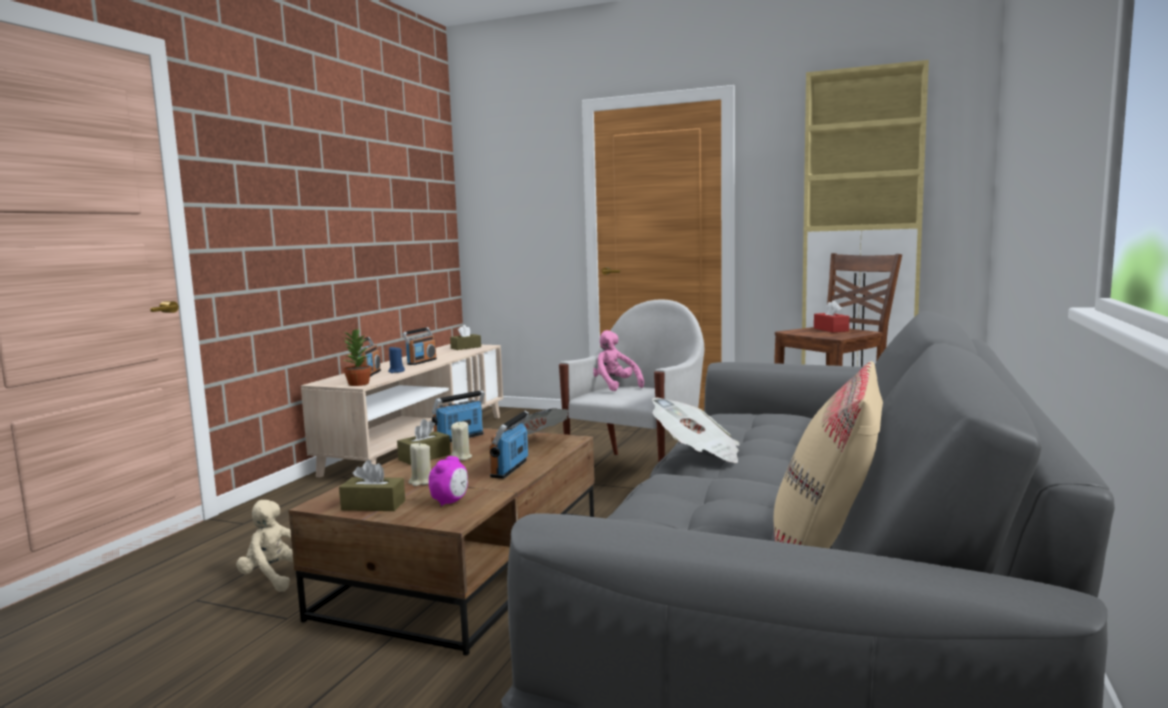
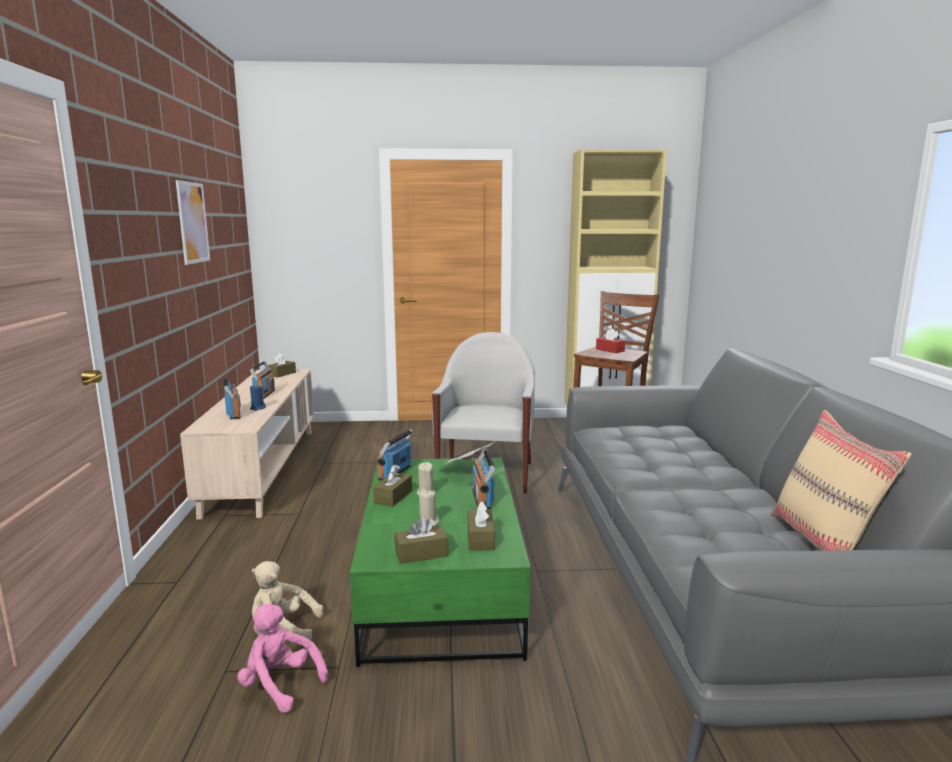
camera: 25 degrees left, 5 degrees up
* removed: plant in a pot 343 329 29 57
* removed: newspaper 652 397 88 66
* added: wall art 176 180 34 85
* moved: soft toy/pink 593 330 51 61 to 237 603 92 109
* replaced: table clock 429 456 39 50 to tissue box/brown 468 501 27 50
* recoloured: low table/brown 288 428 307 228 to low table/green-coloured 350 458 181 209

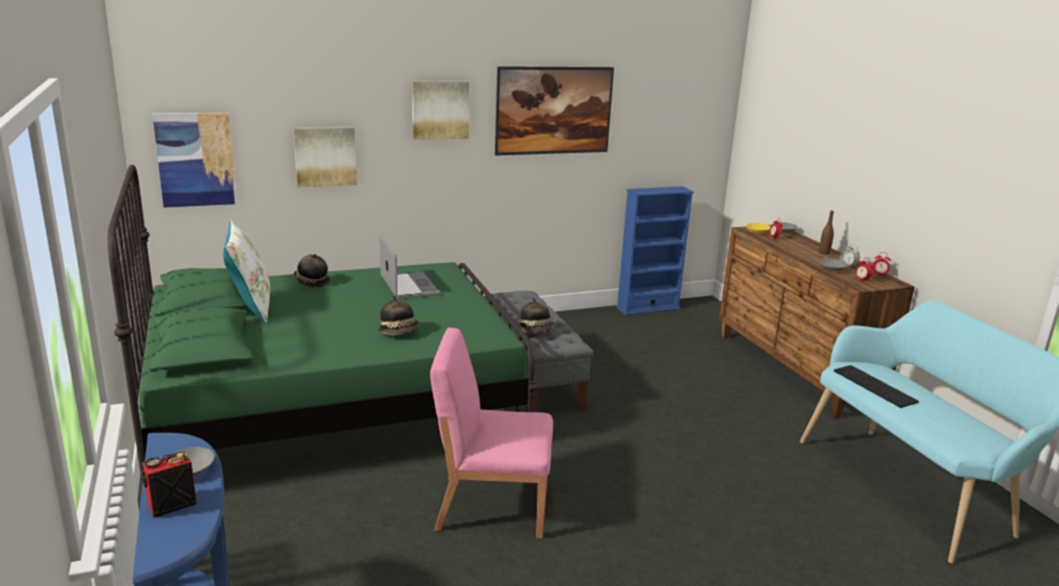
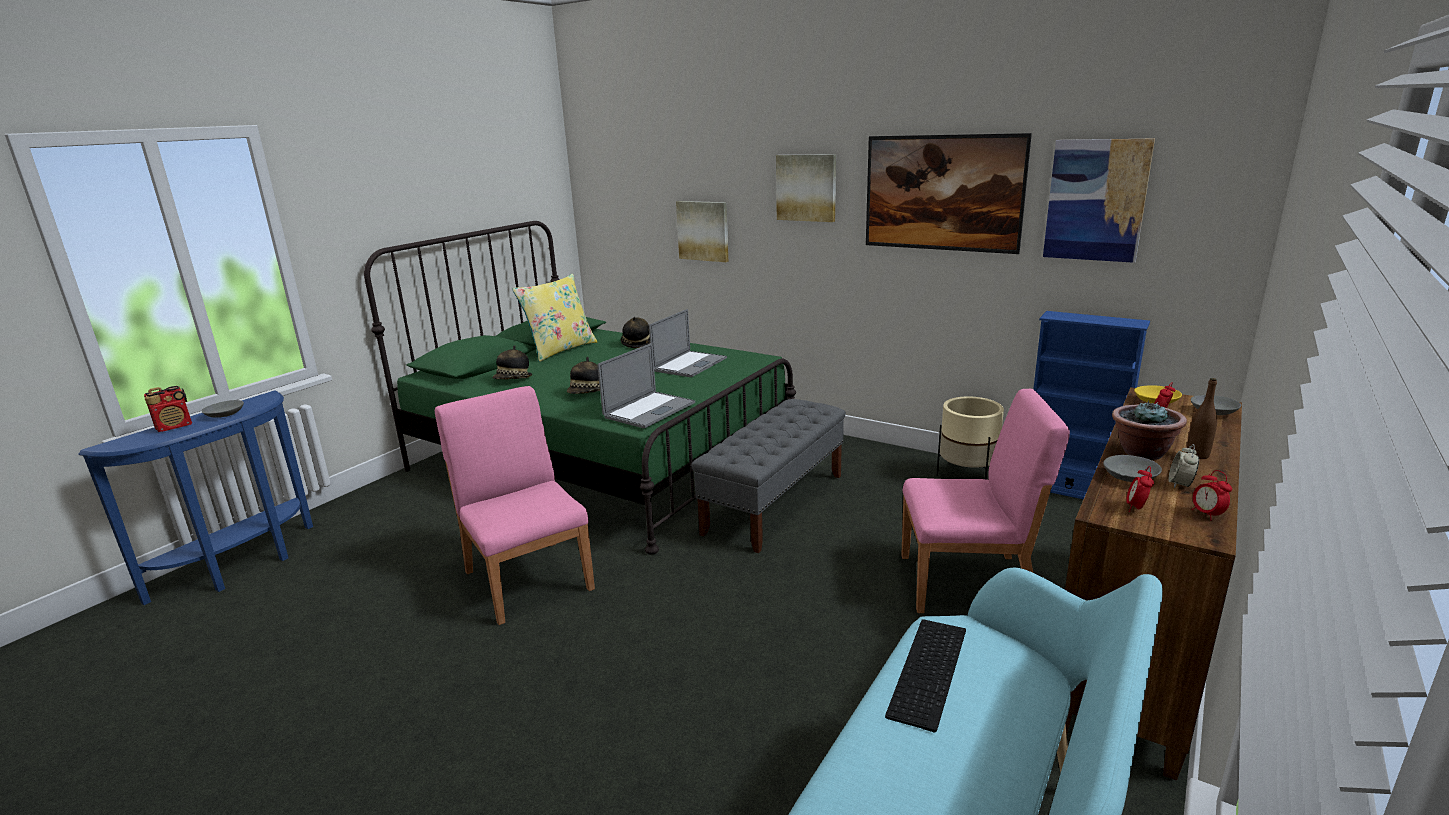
camera: 55 degrees right, 0 degrees up
* added: laptop 598 343 97 85
* added: upright chair/pink 901 388 169 225
* added: flower pot/beige 937 396 67 83
* added: plant in a pot 1112 400 75 60
* moved: wall art 152 113 85 95 to 1043 138 112 125
* moved: clothing hat 519 298 35 35 to 493 345 39 34
* recoloured: pillow/white-coloured 223 221 47 103 to pillow/yellow 512 274 85 88
* turned: radio 141 452 56 66 = 144 386 48 46 120 degrees clockwise

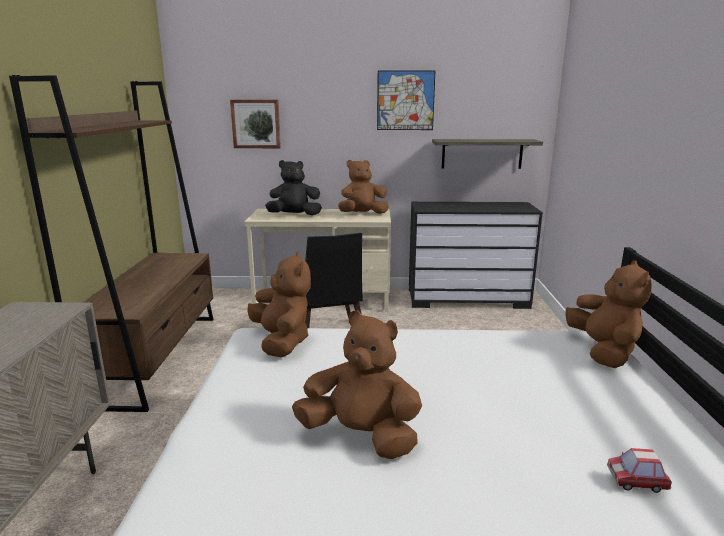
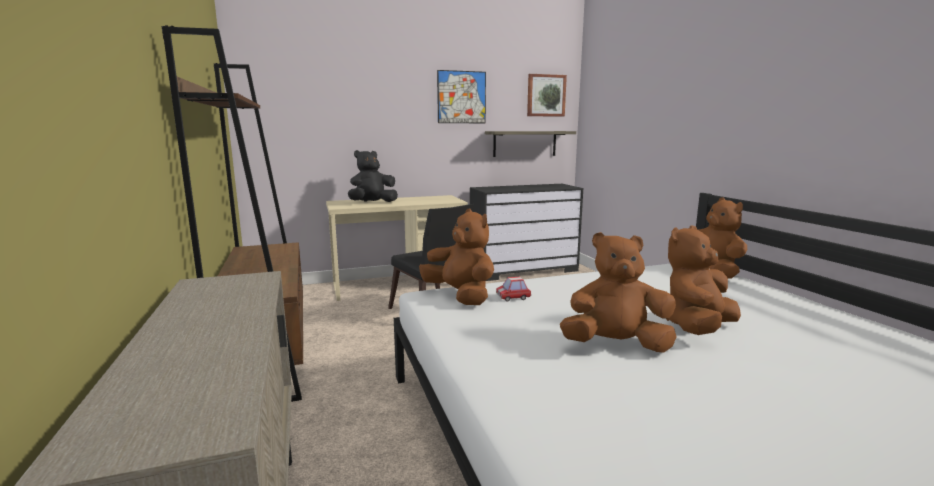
camera: 20 degrees left, 5 degrees down
* moved: wall art 230 100 51 48 to 527 74 40 43
* moved: soft toy/brown 338 160 51 54 to 665 225 76 110
* moved: miniature car 607 448 65 45 to 496 277 35 25

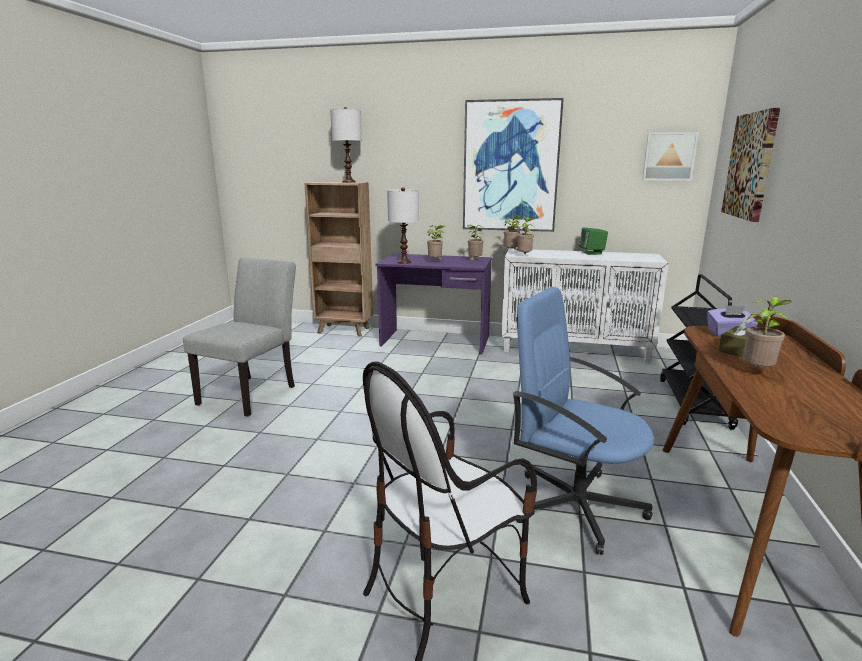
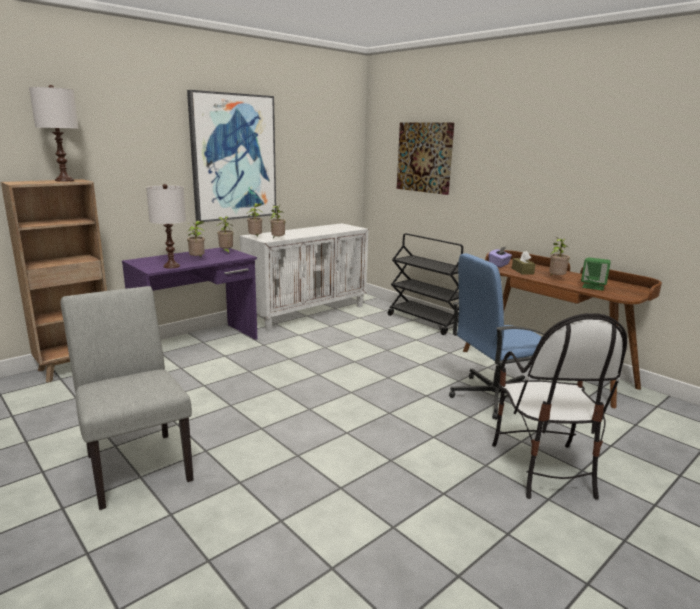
camera: 55 degrees left, 0 degrees up
* removed: wall art 642 132 57 49
* moved: audio speaker/green-coloured 579 227 29 28 to 581 257 30 34

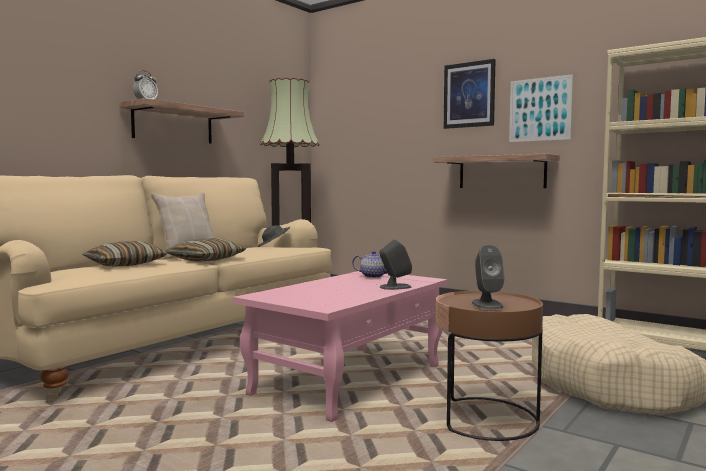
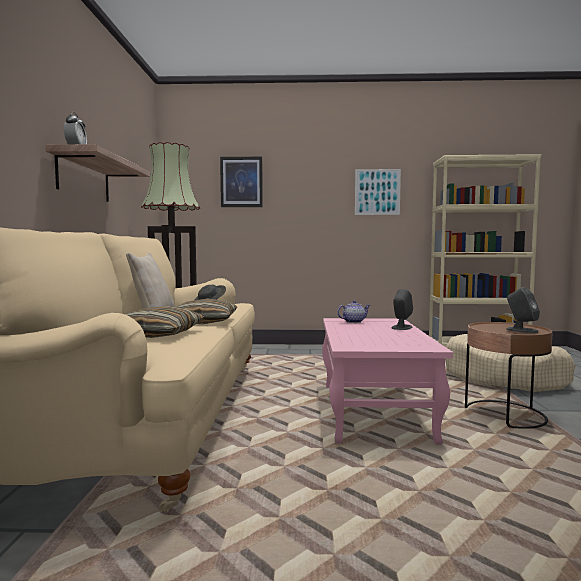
camera: 35 degrees left, 0 degrees up
* removed: shelf 433 154 127 34
* moved: wall art 444 59 52 70 to 220 157 43 50

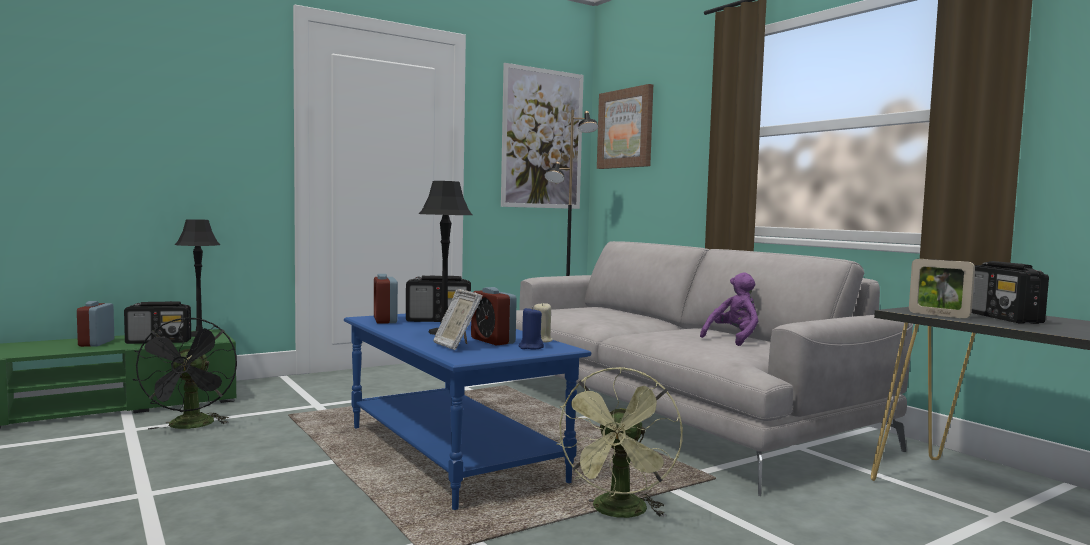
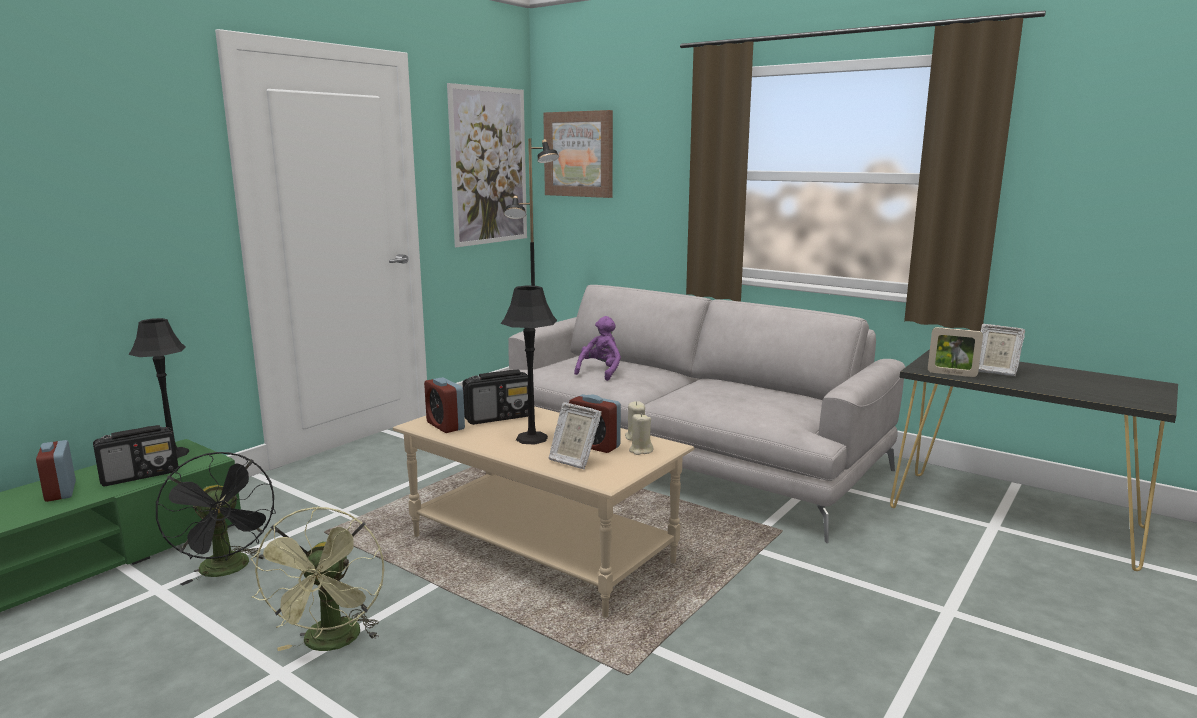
camera: 20 degrees left, 10 degrees up
* moved: cooling fan/green-coloured 556 367 127 151 to 250 506 134 145
* moved: soft toy/purple-coloured 700 272 58 74 to 574 316 47 65
* replaced: radio 972 261 77 63 to picture frame 978 324 47 52
* recoloured: low table/bluish 344 314 247 196 to low table/beige 393 406 301 212
* recoloured: wax candle/bluish 519 307 25 42 to wax candle/beige 629 413 24 42

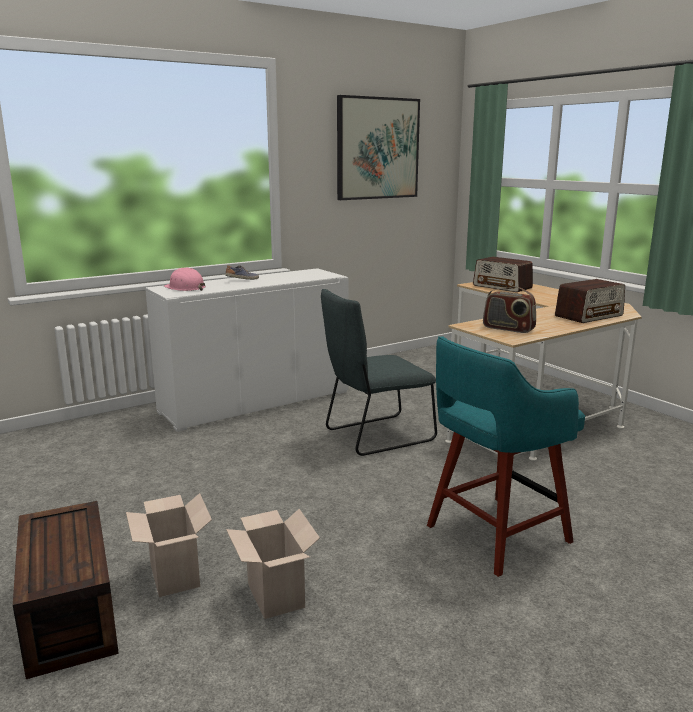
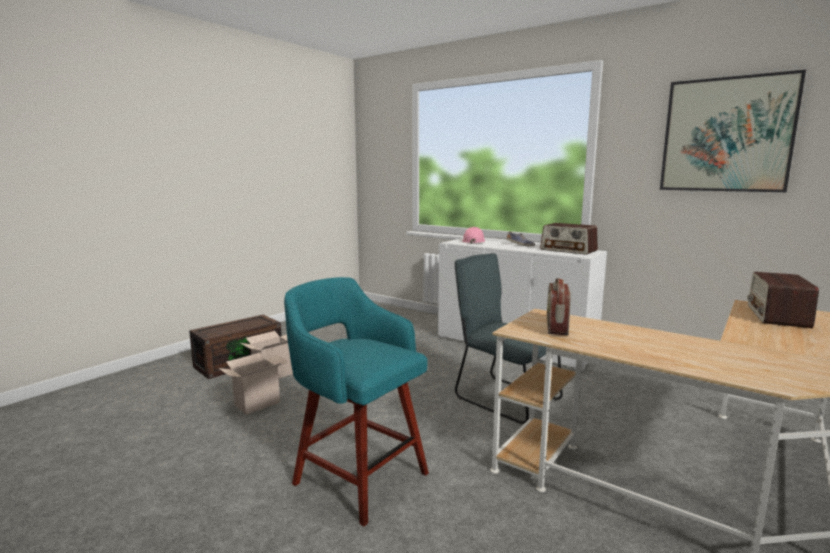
camera: 70 degrees right, 5 degrees down
* moved: radio 555 279 70 44 to 540 223 58 32

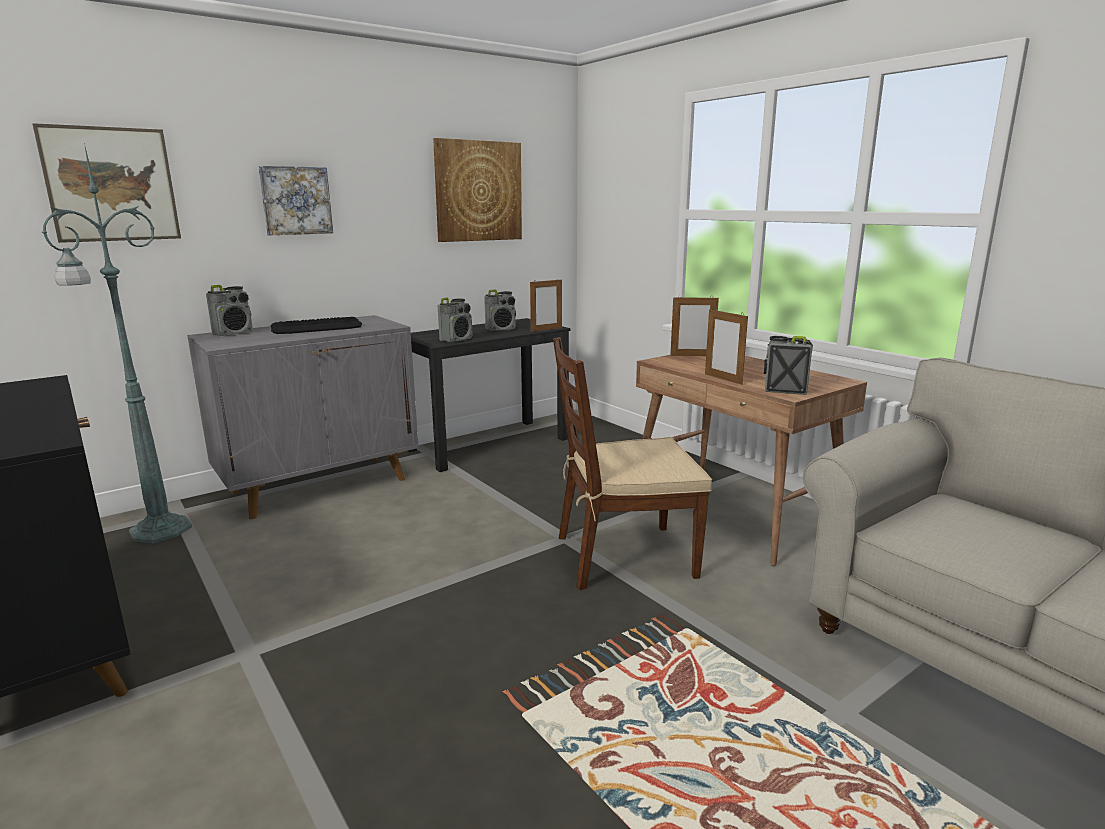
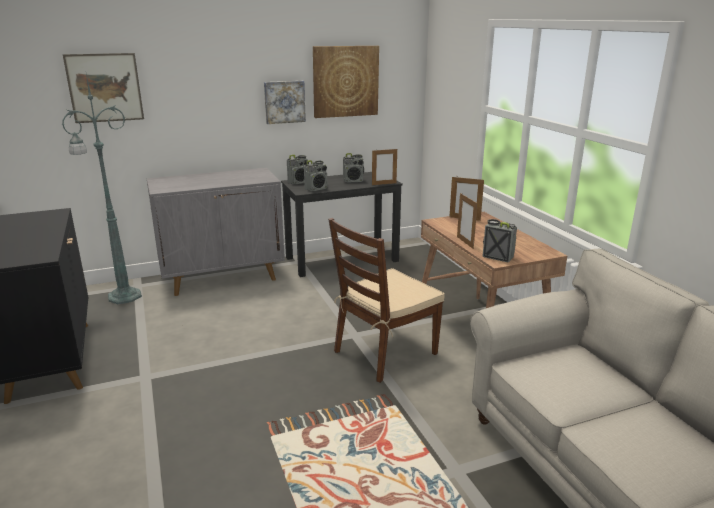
camera: 15 degrees right, 5 degrees up
* removed: PC keyboard 271 317 91 17
* moved: radio 206 285 47 51 to 287 155 22 29
* moved: wall art 258 166 75 69 to 264 81 42 43
* turned: upright chair/brown 553 337 159 253 = 328 218 117 165 45 degrees counterclockwise

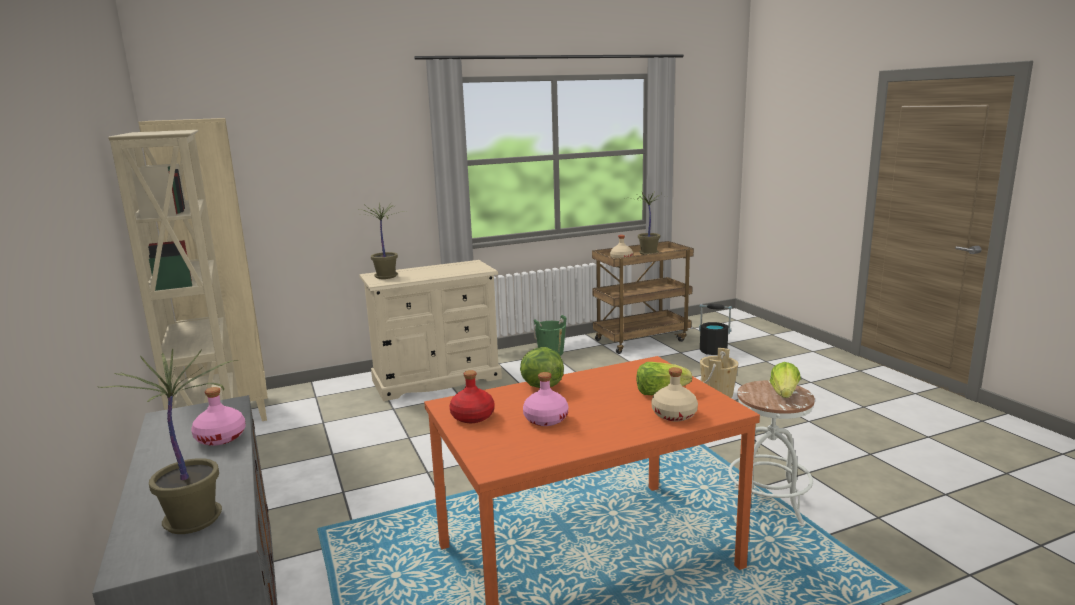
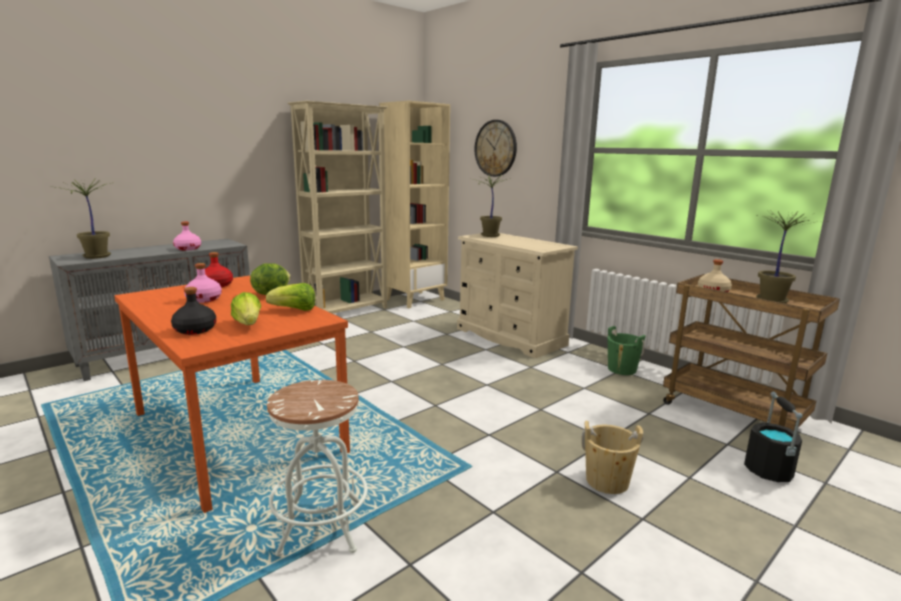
camera: 70 degrees right, 0 degrees up
* added: hanging clock 475 120 42 57
* moved: lettuce 770 362 31 36 to 266 283 49 28
* recoloured: drink bottle/beige 651 367 47 54 to drink bottle/blackish 171 287 45 48

